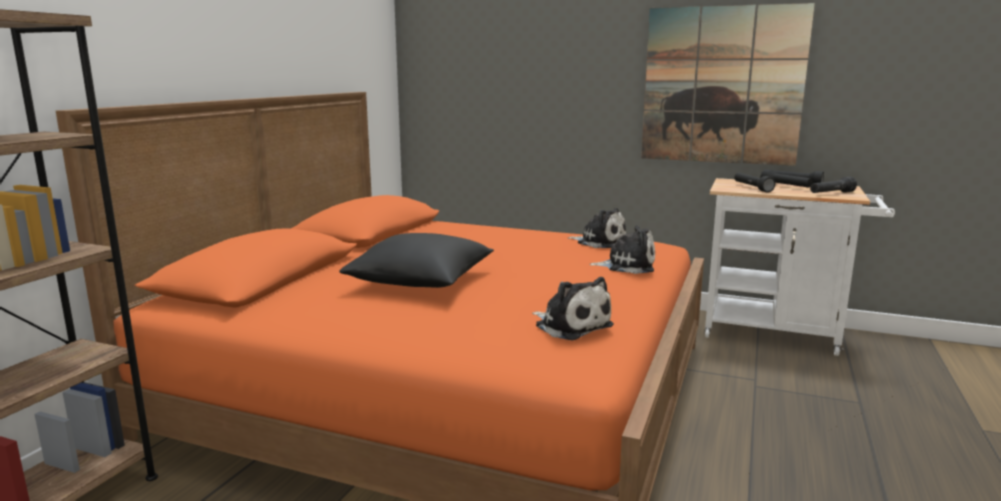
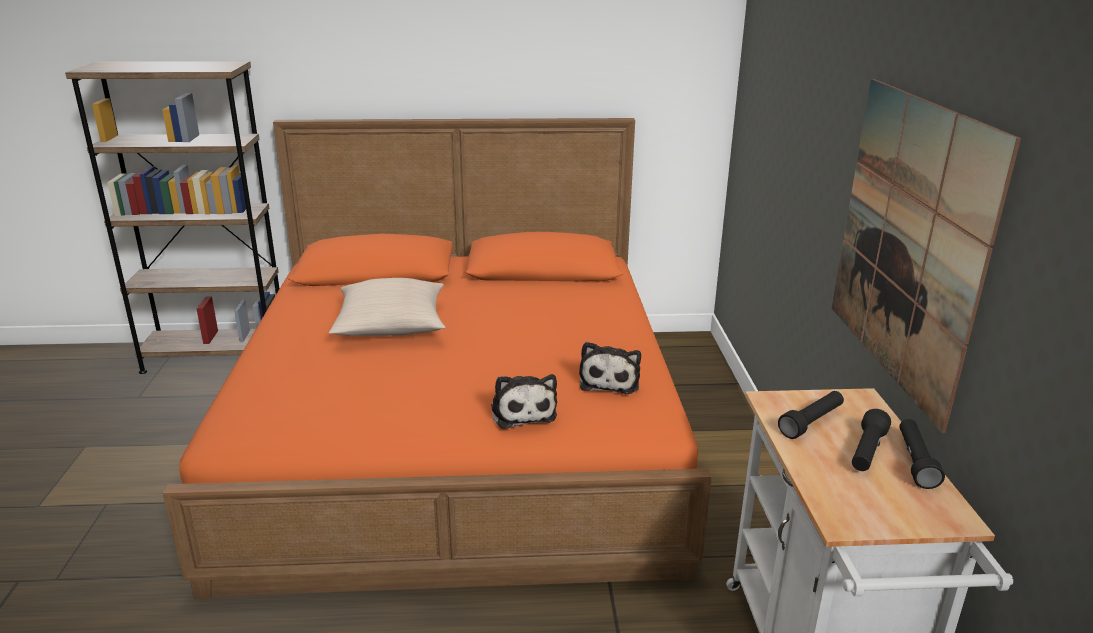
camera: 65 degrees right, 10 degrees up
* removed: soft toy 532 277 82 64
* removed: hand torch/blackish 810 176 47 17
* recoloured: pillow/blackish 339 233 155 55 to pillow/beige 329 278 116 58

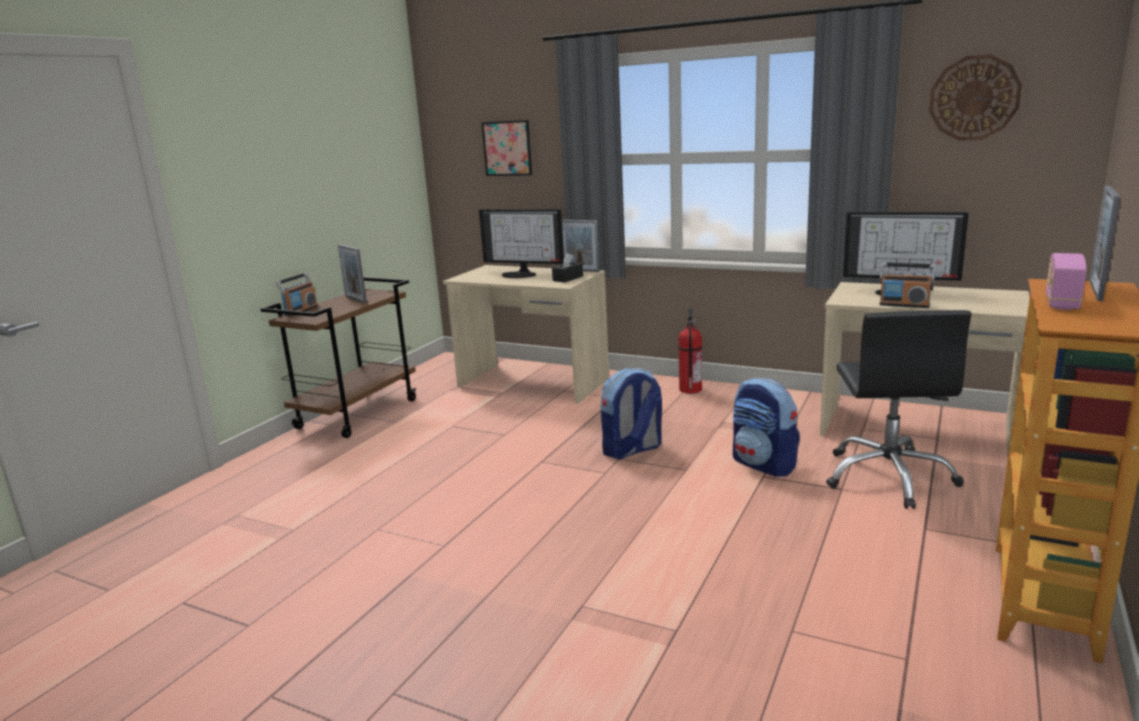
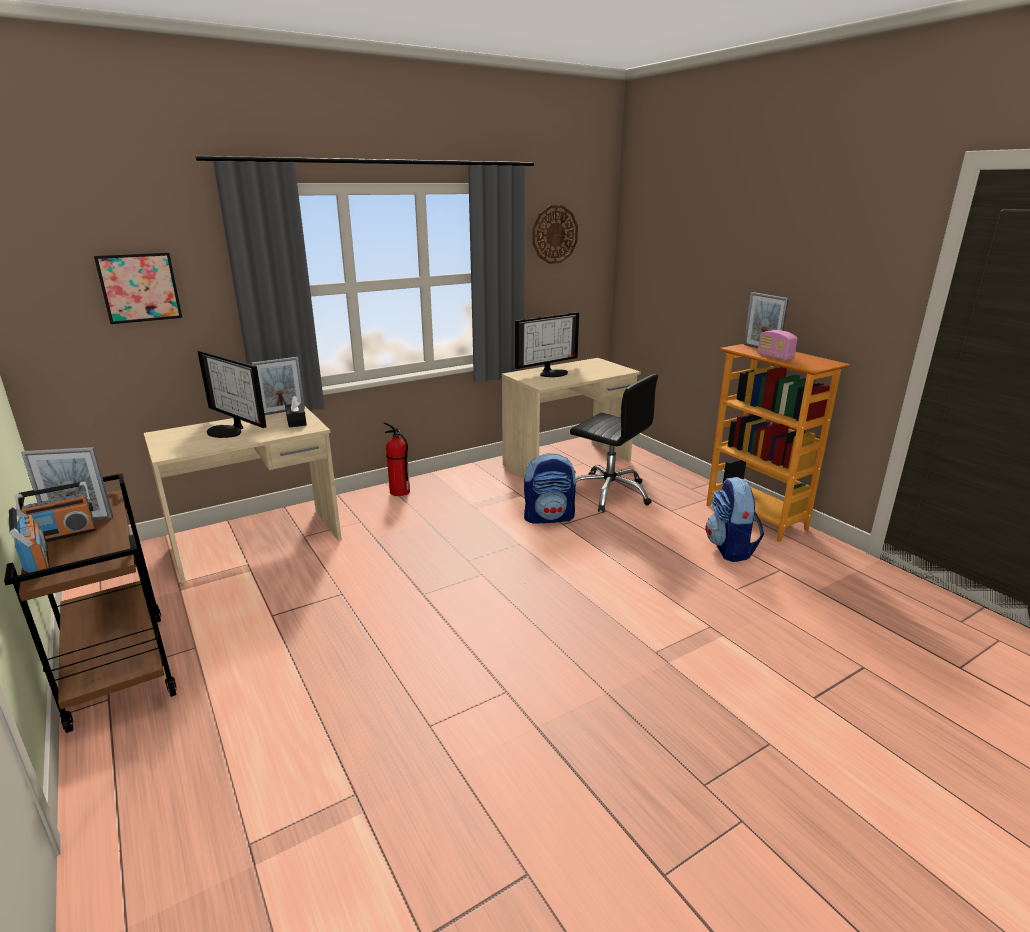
camera: 60 degrees left, 5 degrees up
* moved: knapsack 601 368 61 91 to 705 477 59 85
* moved: radio 880 263 55 45 to 15 481 81 61
* turned: monitor 479 209 85 69 = 198 350 69 88 75 degrees clockwise

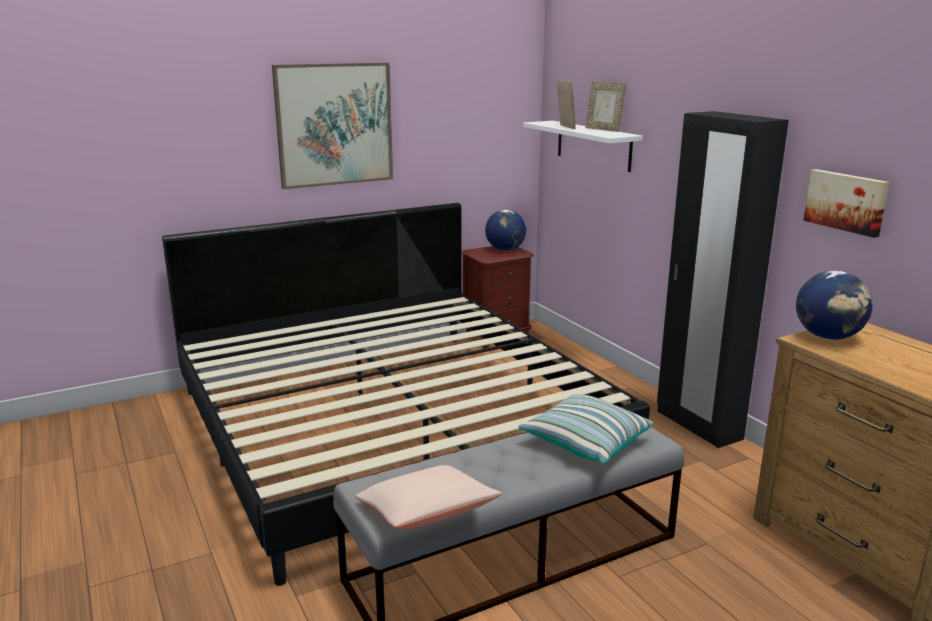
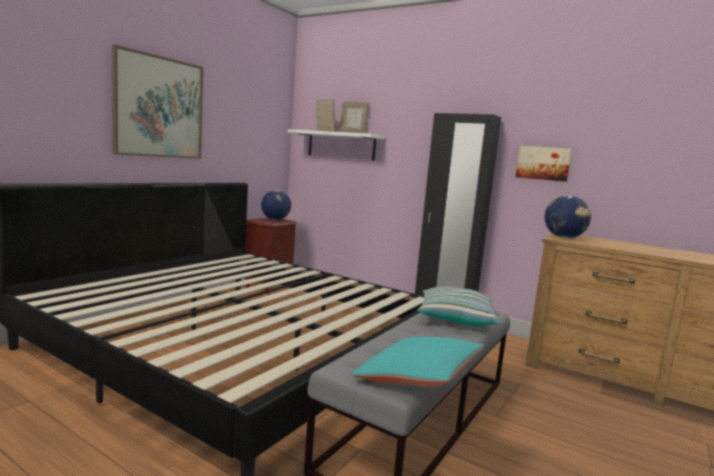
camera: 30 degrees left, 10 degrees down
* recoloured: pillow/beige 355 465 147 64 to pillow/turquoise-coloured 351 337 133 50

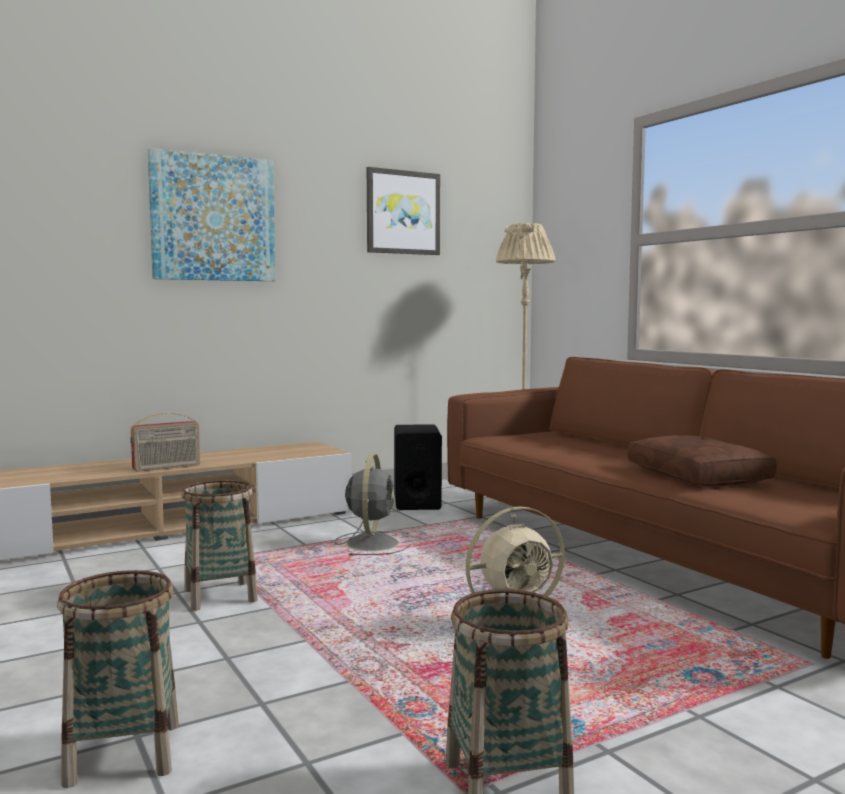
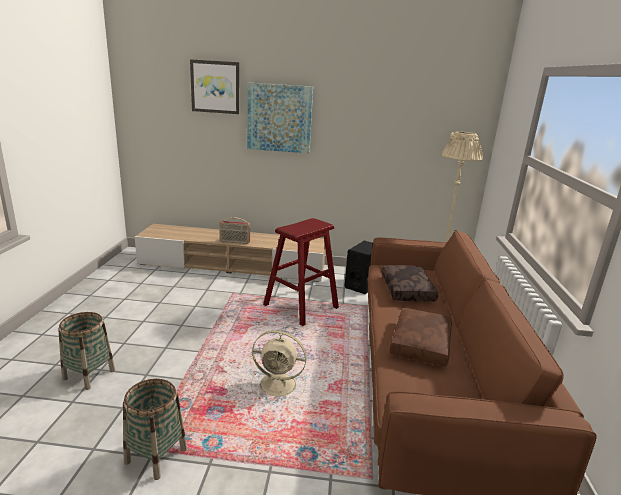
camera: 35 degrees right, 15 degrees up
* removed: storage basket 181 480 77 131
* added: pillow/brown 381 265 57 37
* moved: wall art 367 167 73 88 to 190 59 50 55
* replaced: cooling fan/greyish 334 454 77 102 to stool/red-coloured 263 218 76 108

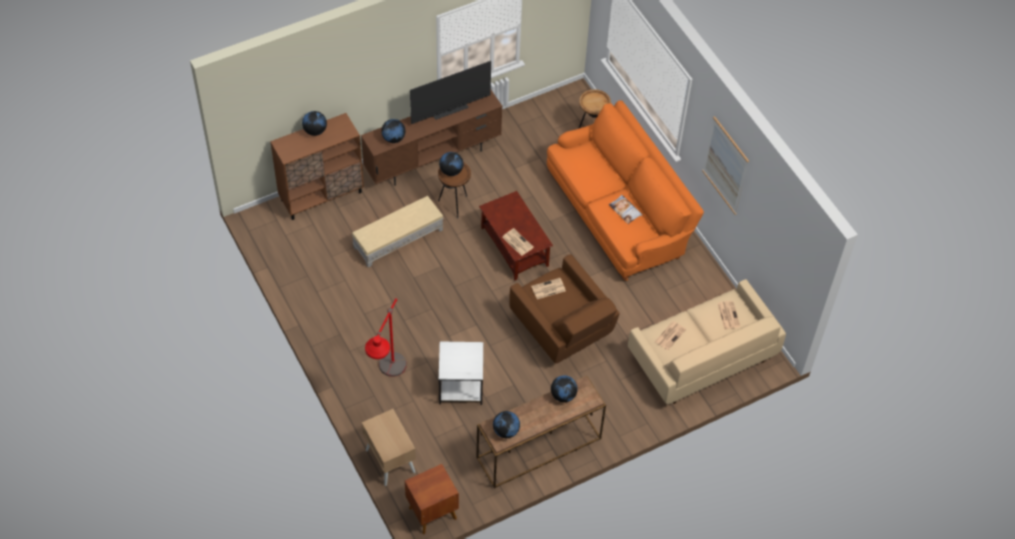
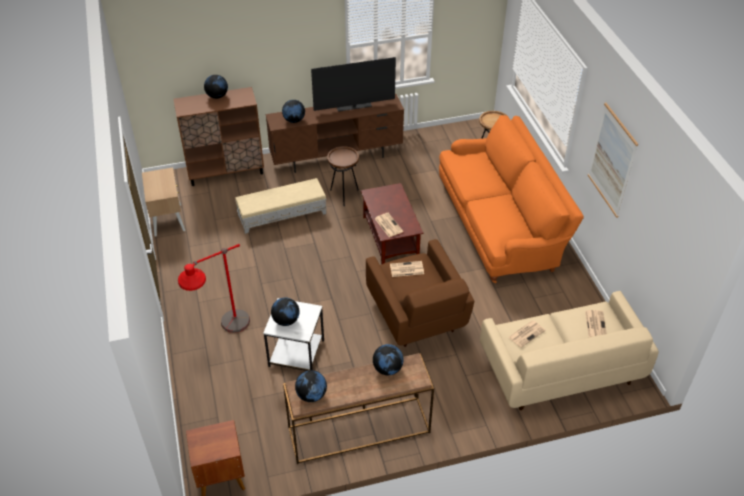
camera: 15 degrees right, 10 degrees down
* removed: pillow 609 195 33 29
* moved: night table/beige 362 409 54 77 to 142 168 43 68
* moved: world globe 439 152 24 24 to 271 297 29 29

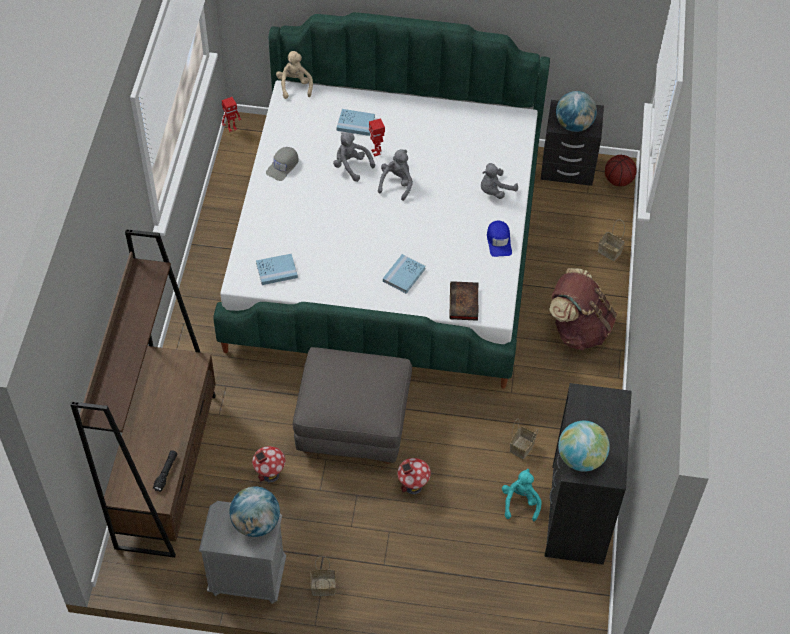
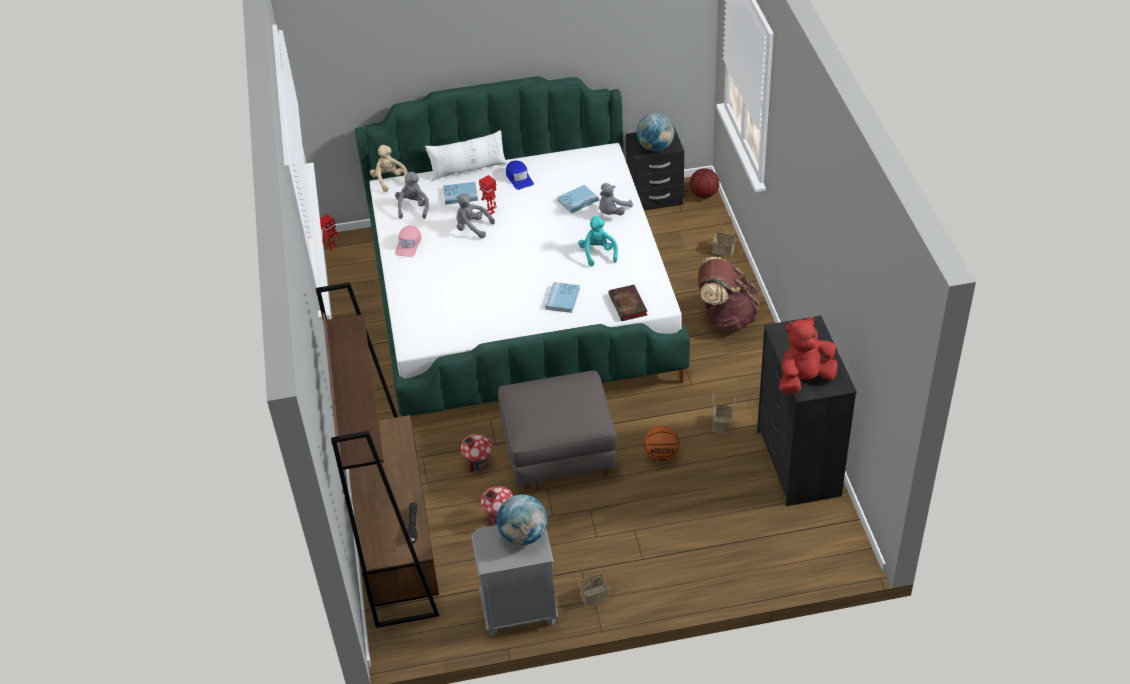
camera: 15 degrees left, 10 degrees down
* added: pillow/white-coloured 425 130 83 51
* added: basketball ball 644 426 36 35
* moved: book/bluish 256 253 42 32 to 557 185 42 29
* moved: soft toy/greyish 378 149 35 52 to 395 172 34 47
* moved: model house 397 458 34 36 to 461 434 32 38
* moved: cap/bluish 487 221 25 36 to 506 160 28 30
* moved: soft toy/turquoise-coloured 502 469 40 52 to 578 216 40 51
* replaced: world globe 558 421 52 51 to soft toy/red-coloured 779 317 58 77
* recoloured: cap/greyish 266 147 33 34 to cap/pink 395 226 26 31

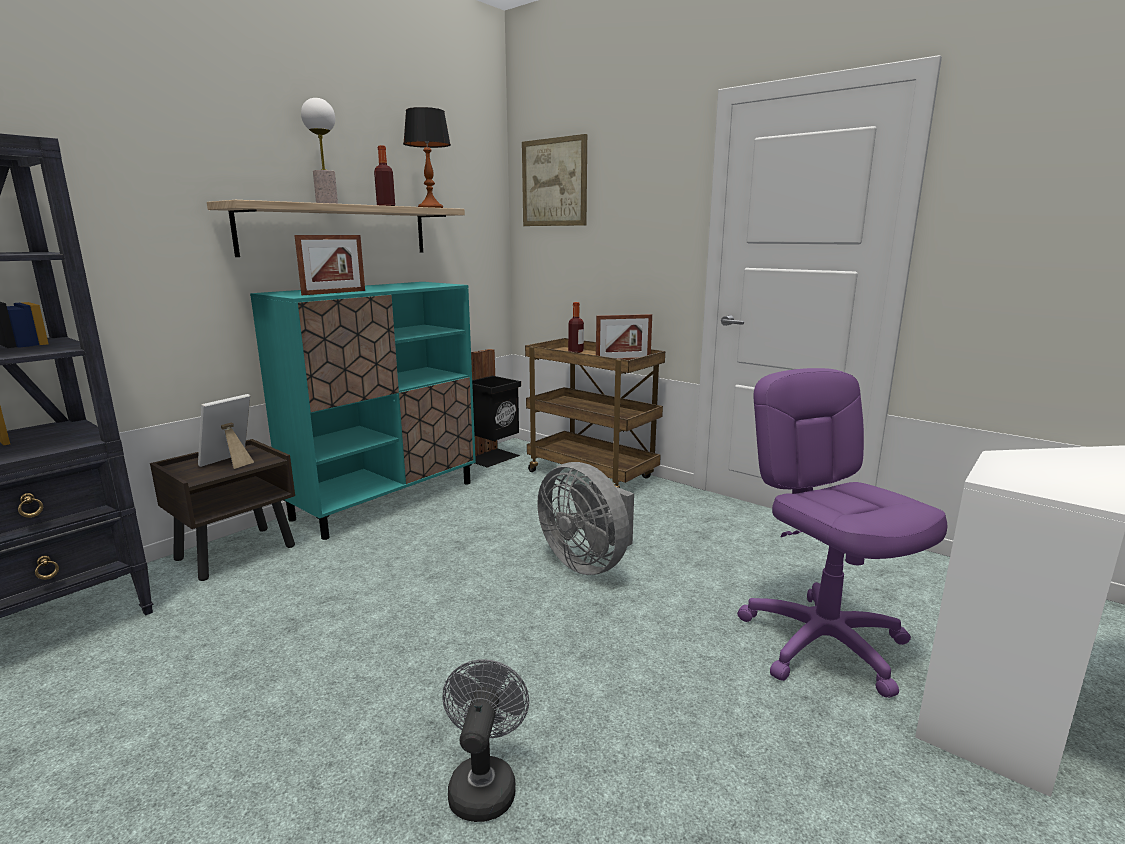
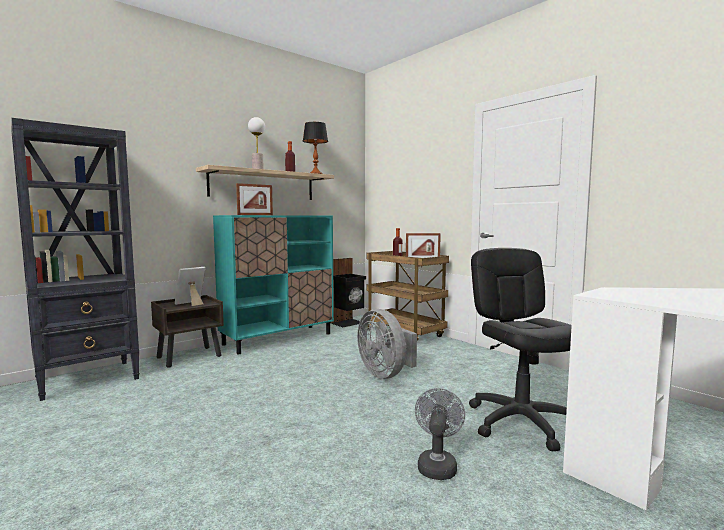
camera: 10 degrees right, 10 degrees down
* removed: wall art 522 134 65 92
* moved: cooling fan/greyish 442 659 87 163 to 415 388 50 92
* recoloured: computer chair/purple-coloured 737 368 210 330 to computer chair/blackish 469 248 103 203

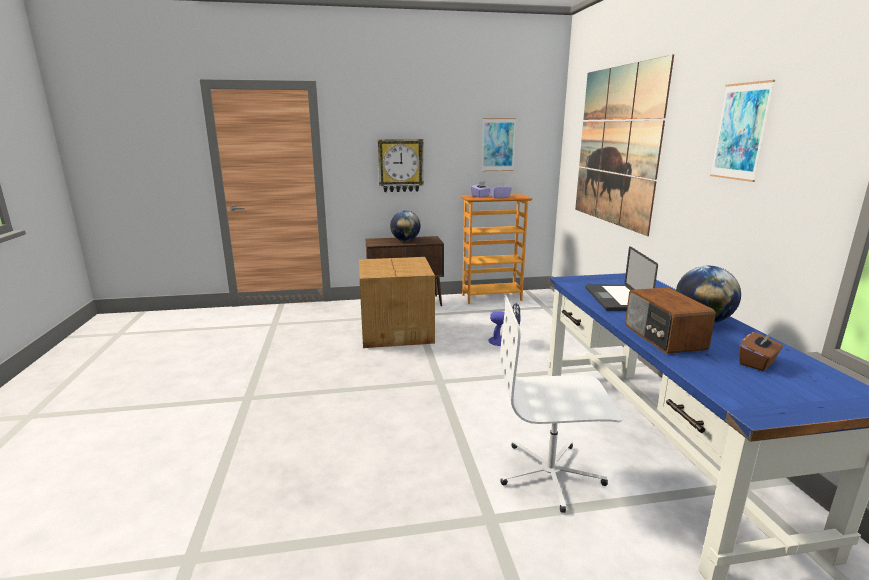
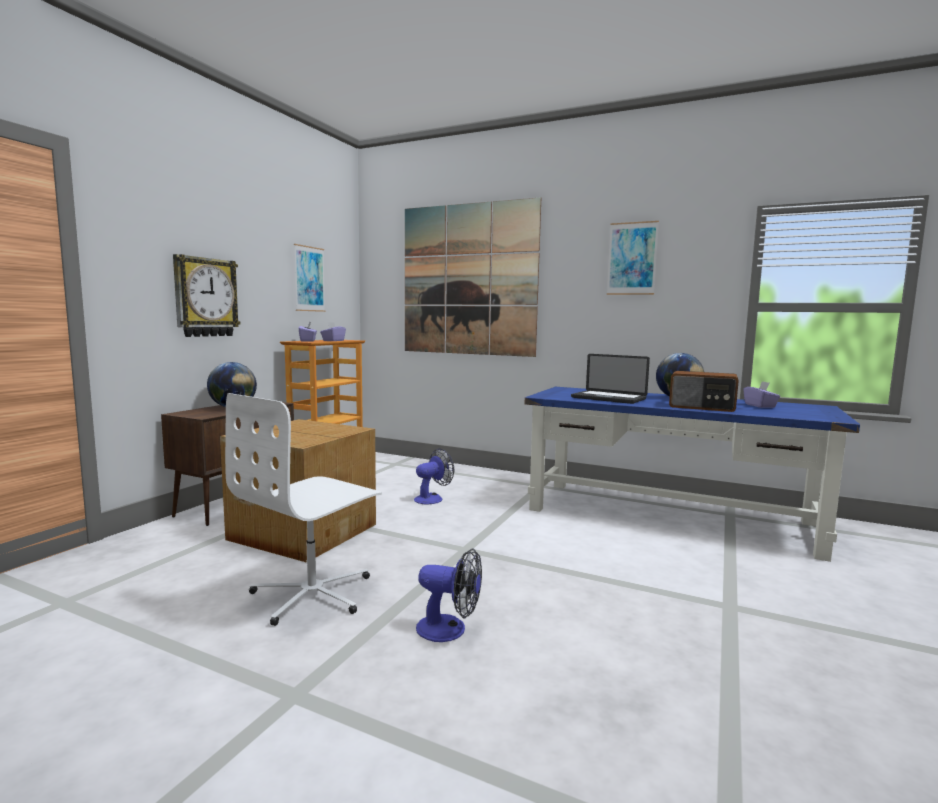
camera: 55 degrees left, 10 degrees down
* added: cooling fan 416 549 66 93
* moved: computer chair/white-coloured 500 295 122 218 to 225 393 157 233
* recoloured: tissue box/brown 739 331 44 40 to tissue box/purple-coloured 743 381 37 27

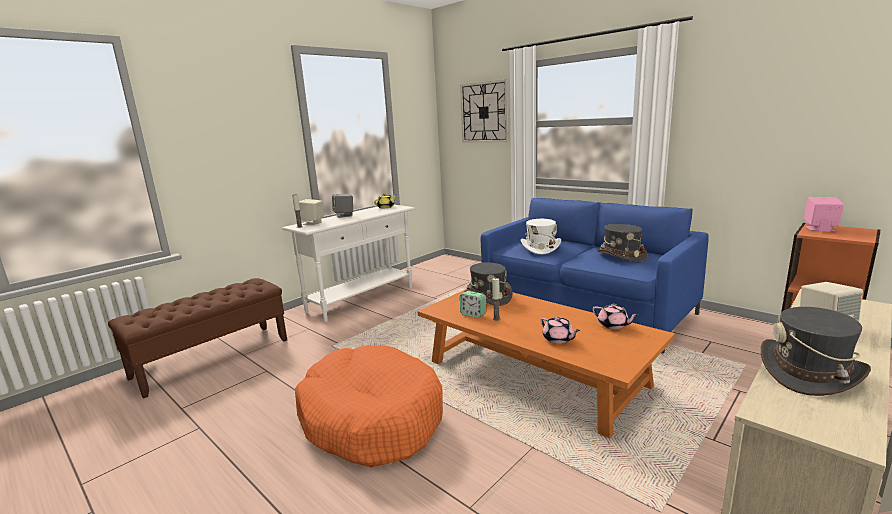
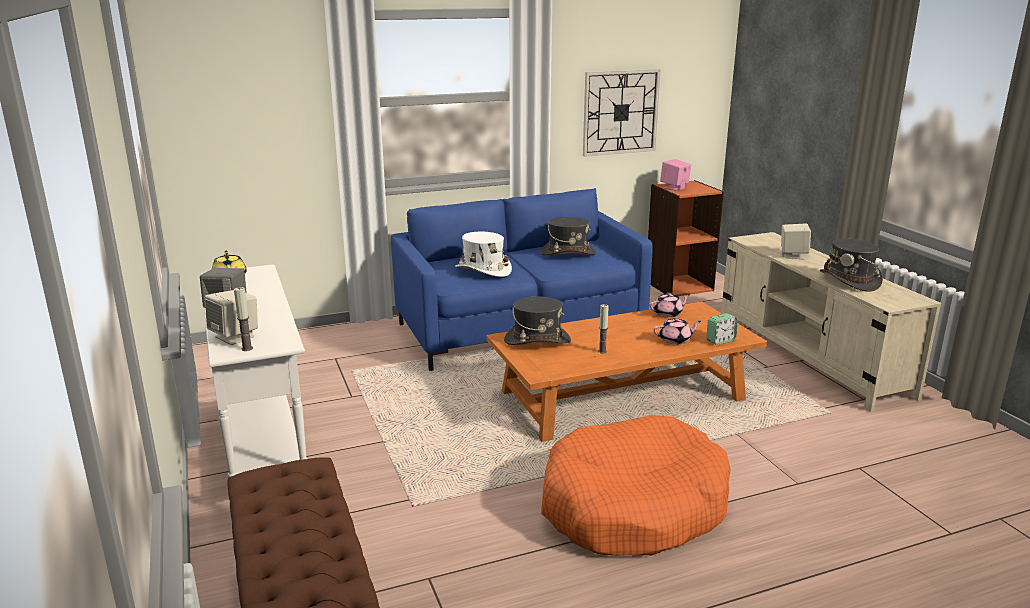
camera: 65 degrees left, 5 degrees up
* moved: hanging clock 460 79 49 63 to 583 69 78 88
* moved: table clock 460 291 26 27 to 707 313 31 32

